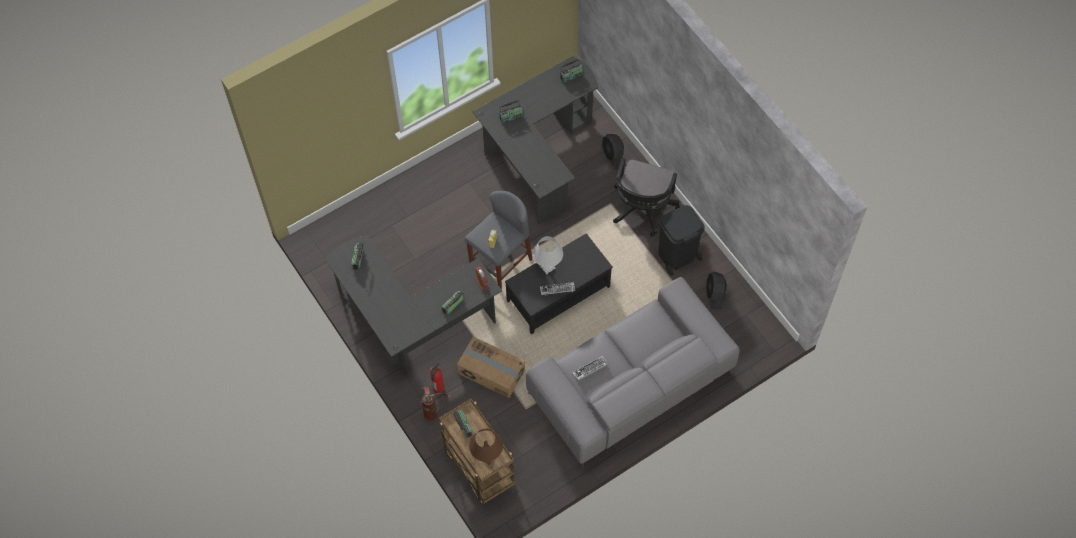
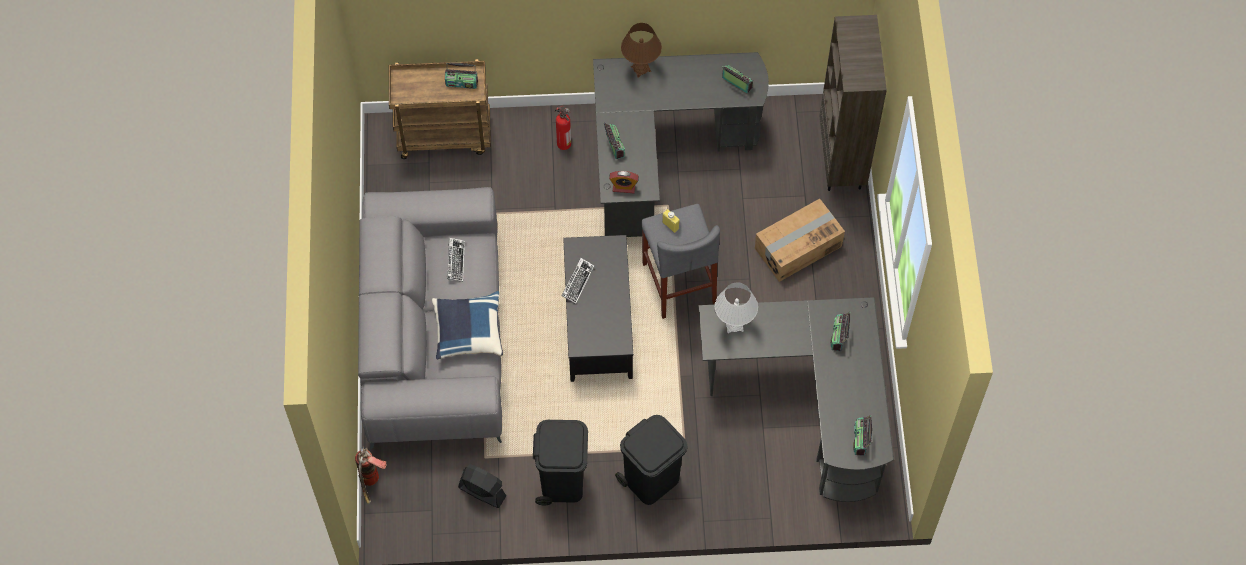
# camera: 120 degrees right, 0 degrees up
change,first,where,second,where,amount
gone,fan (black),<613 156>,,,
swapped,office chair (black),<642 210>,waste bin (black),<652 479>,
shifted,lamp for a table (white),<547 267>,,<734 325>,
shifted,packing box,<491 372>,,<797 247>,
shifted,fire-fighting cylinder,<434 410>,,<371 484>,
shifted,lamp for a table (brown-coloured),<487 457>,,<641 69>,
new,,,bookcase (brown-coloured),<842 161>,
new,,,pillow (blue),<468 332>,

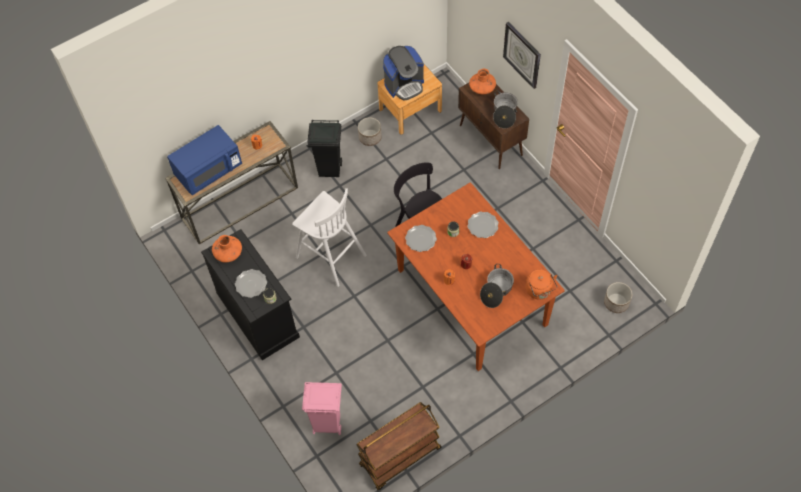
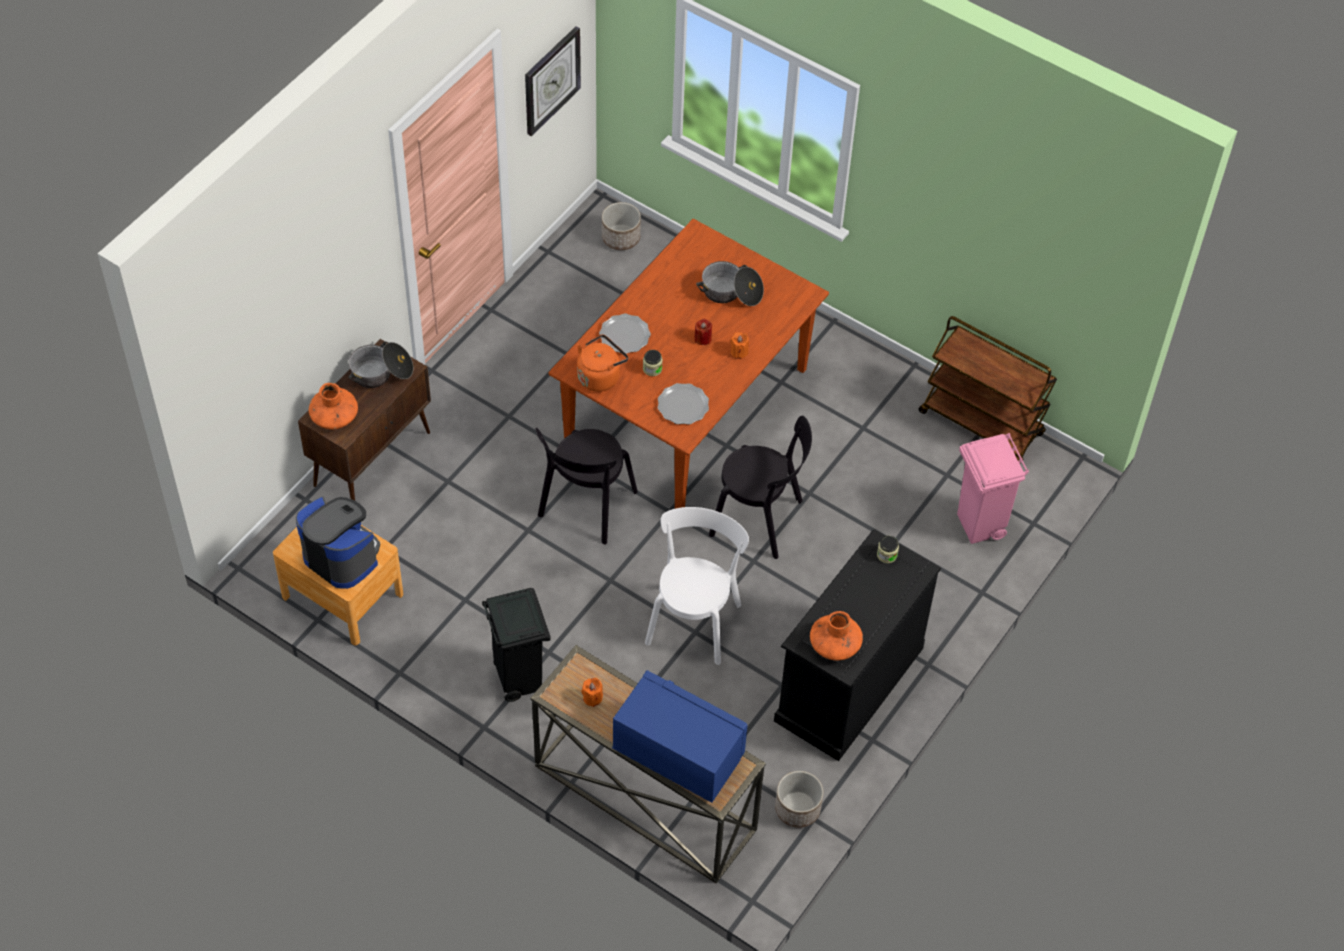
# camera: 115 degrees left, 5 degrees down
change,first,where,second,where,amount
shifted,clock on the wall,<522 55>,,<551 80>,
shifted,flower pot,<370 138>,,<798 808>,
swapped,stool seat (white),<329 256>,upright chair (white),<694 619>,
gone,flat dish,<251 284>,,,
shifted,kettle (orange),<539 291>,,<600 376>,
new,,,upright chair (black),<760 520>,

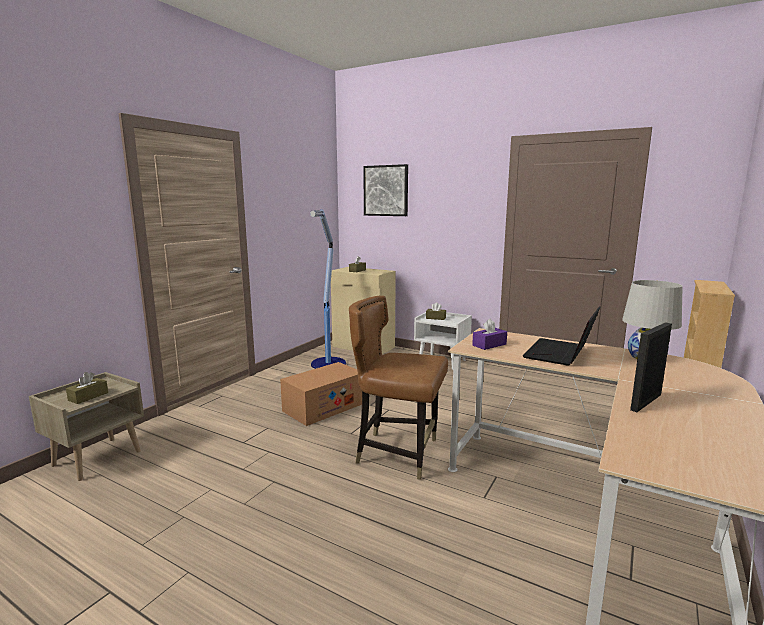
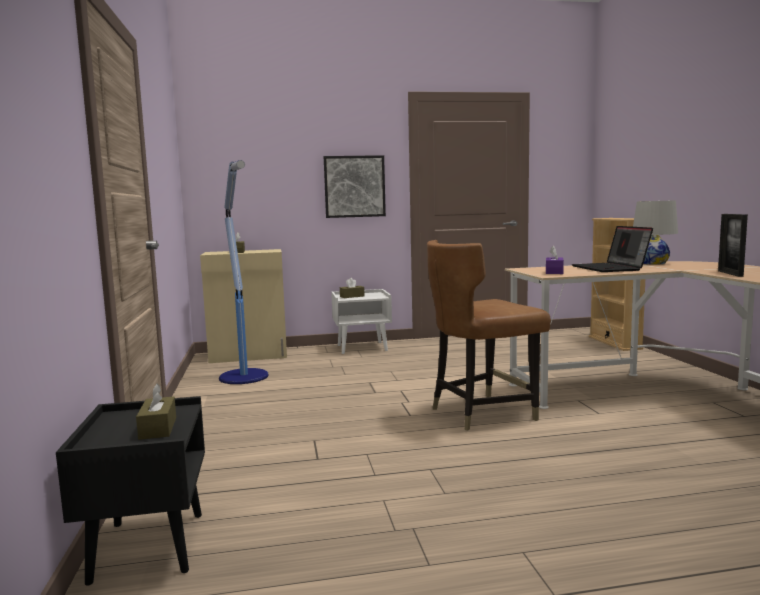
# camera: 40 degrees left, 5 degrees down
change,first,where,second,where,amount
shifted,picture,<386 190>,,<354 186>,
gone,packing box,<324 407>,,,
repainted,bedside table (sand-coloured),<97 458>,bedside table (black),<147 546>,

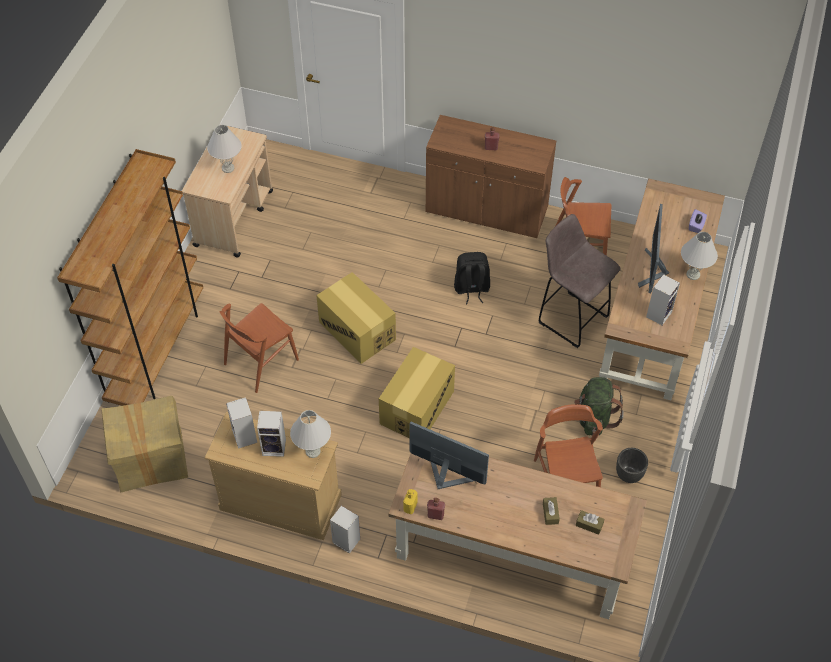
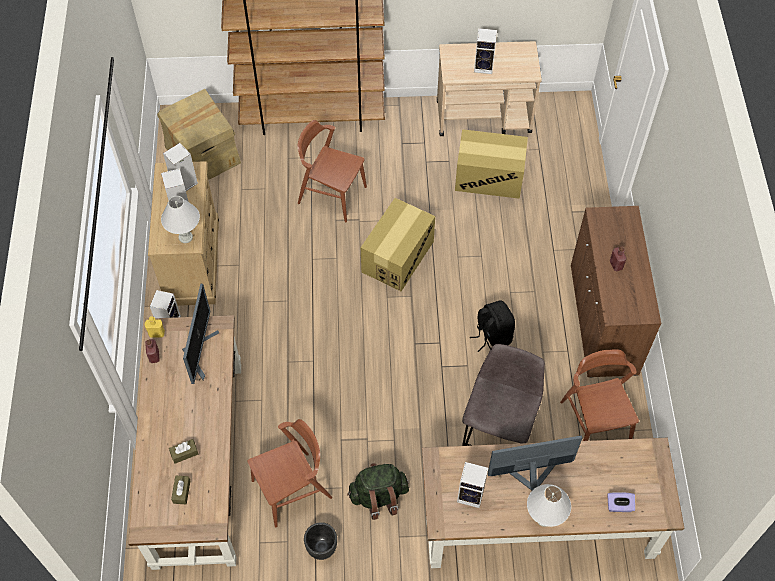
# camera: 70 degrees right, 5 degrees up
change,first,where,second,where,amount
swapped,lamp for a table (white),<228 168>,loudspeaker,<484 66>,
shifted,packing box,<417 408>,,<489 177>,

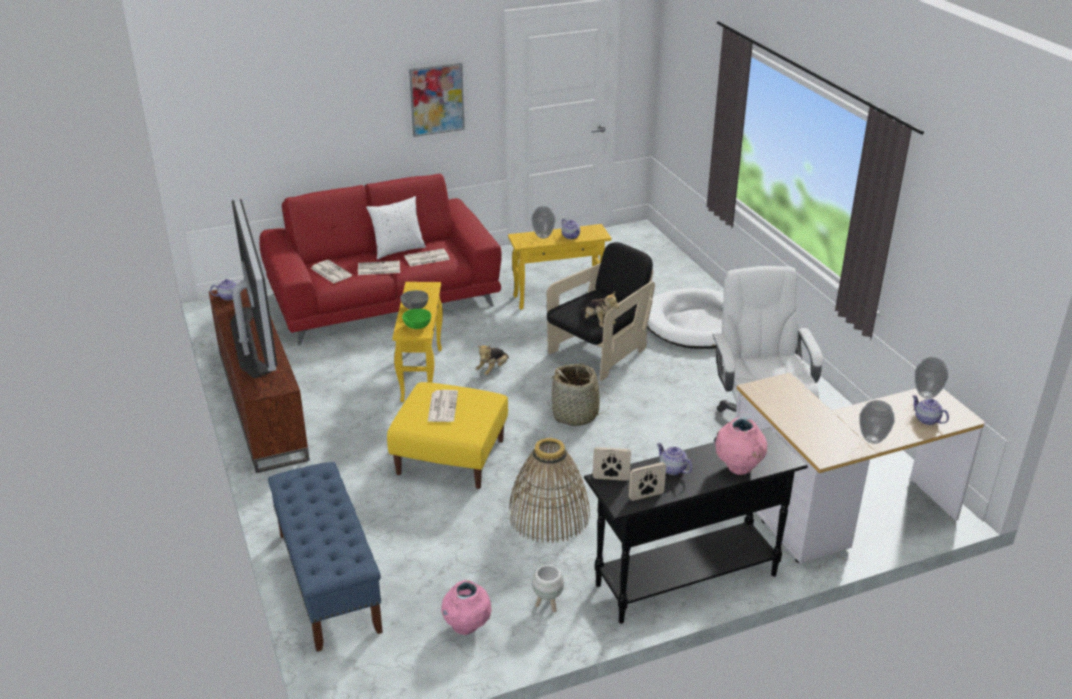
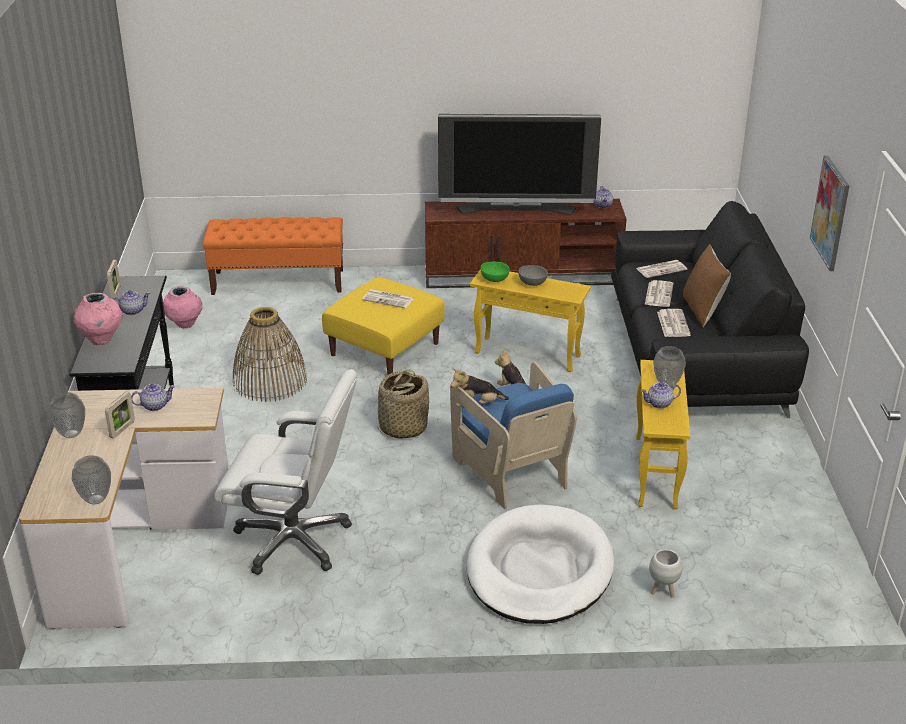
# camera: 110 degrees right, 0 degrees up
change,first,where,second,where,amount
repainted,sofa (red),<384 298>,sofa (black),<696 354>,
repainted,pillow (white),<398 250>,pillow (brown-coloured),<702 311>,
repainted,easy chair (black),<599 353>,easy chair (blue),<511 471>,
shifted,tea pot,<926 419>,,<155 405>,
shifted,picture frame,<611 478>,,<122 429>,
repainted,indoor bench (blue),<328 581>,indoor bench (orange),<278 282>,
shifted,flower pot (white),<548 605>,,<663 591>,

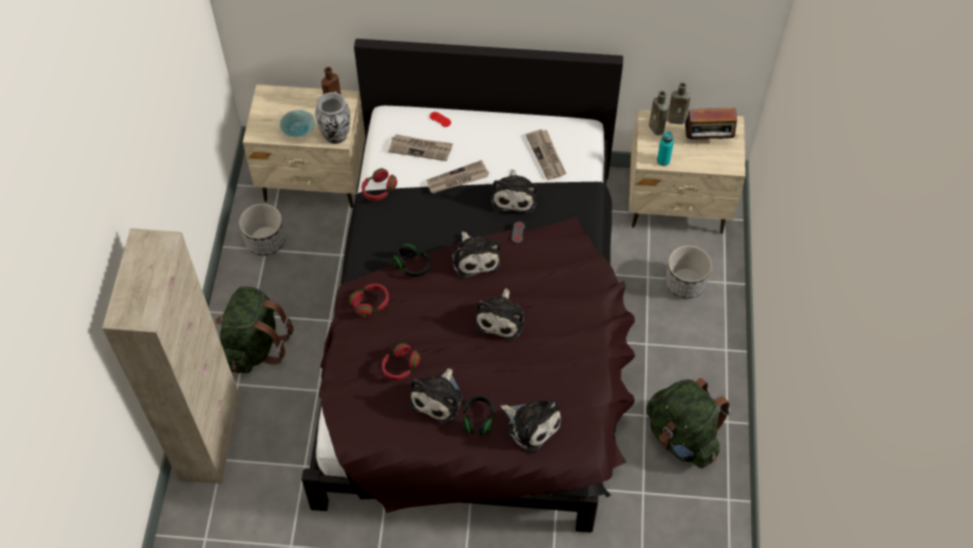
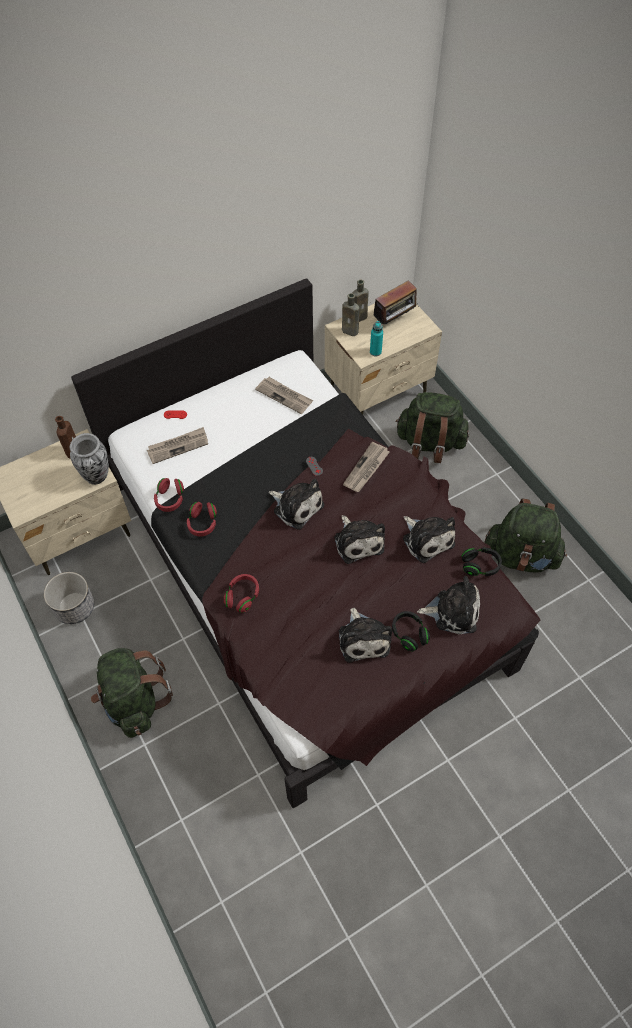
# camera: 35 degrees left, 0 degrees up
change,first,where,second,where,amount
gone,bowl (turquoise),<298 129>,,,
shifted,daily paper,<457 179>,,<366 469>,
shifted,plush toy,<514 196>,,<427 539>,
gone,cupboard (sand-coloured),<210 438>,,,
shifted,headset (black),<412 266>,,<480 566>,
swapped,flower pot,<685 283>,backpack (green),<429 443>,
shifted,headset (red),<400 366>,,<202 523>,

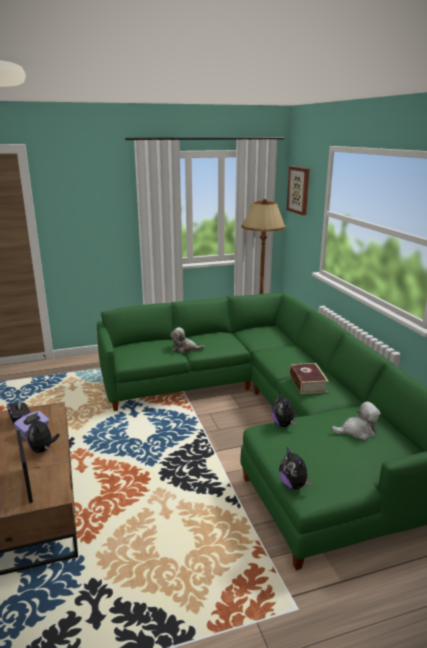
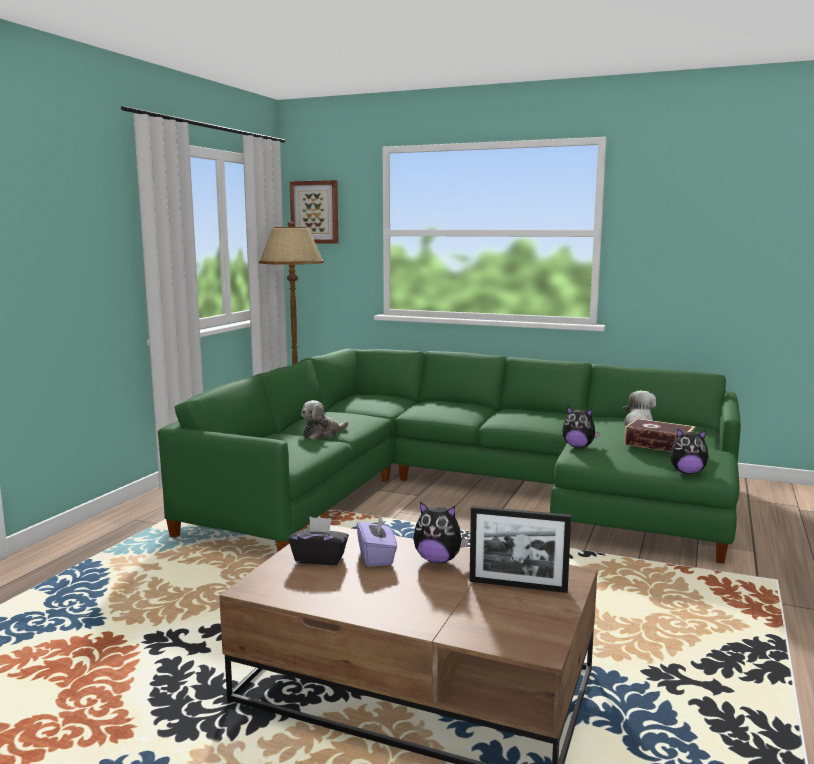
# camera: 50 degrees left, 10 degrees down
change,first,where,second,where,amount
shifted,bound book,<308 383>,,<658 444>,

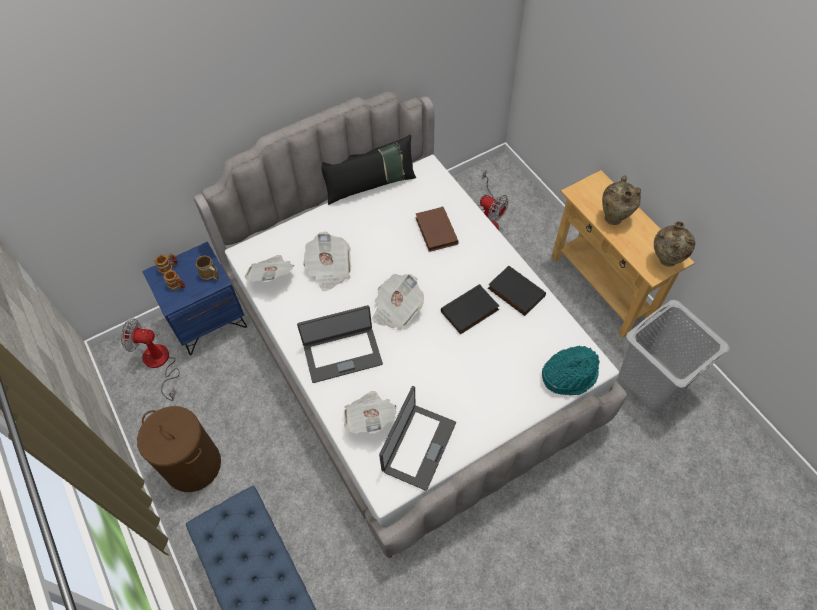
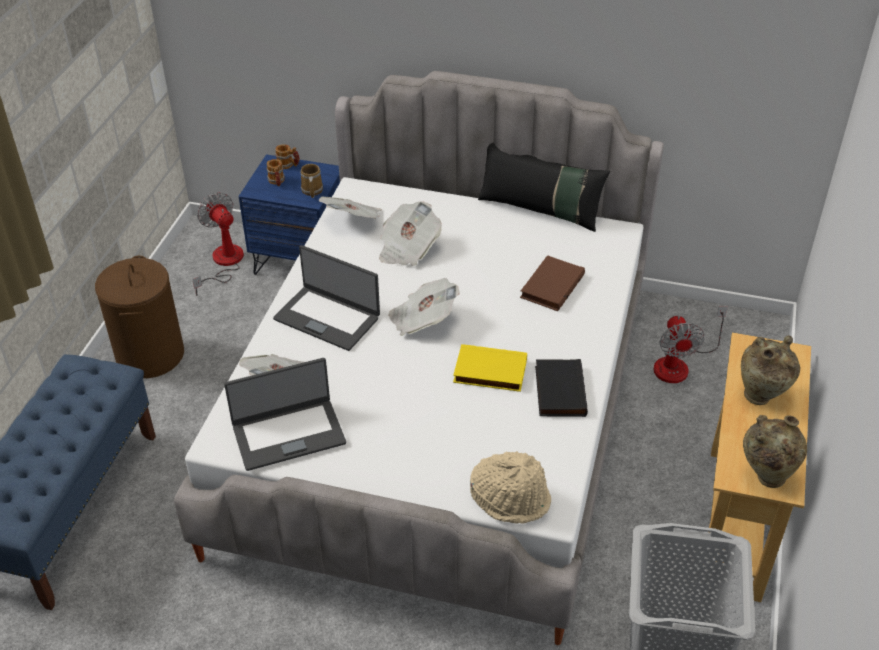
# camera: 45 degrees right, 15 degrees down
change,first,where,second,where,amount
repainted,bound book (black),<470 312>,bound book (yellow),<489 372>,
repainted,hat (turquoise),<568 375>,hat (sand-coloured),<511 497>,

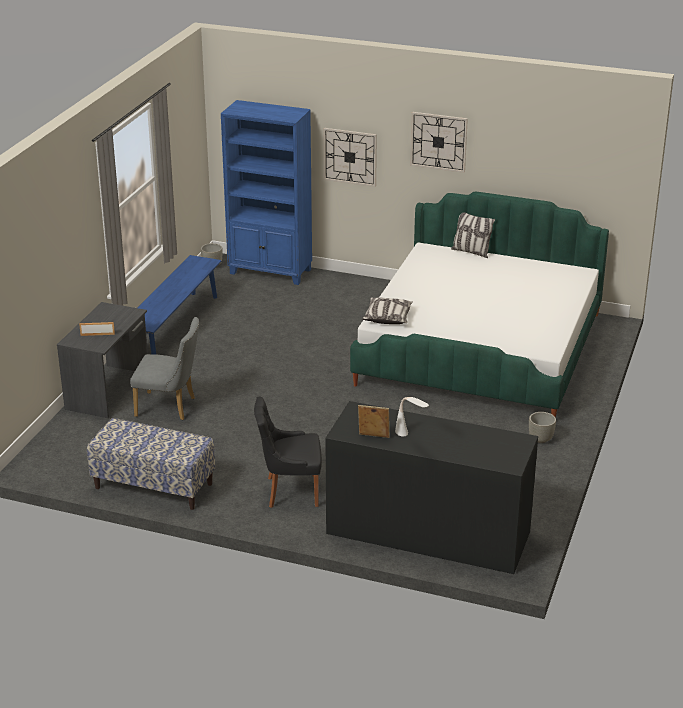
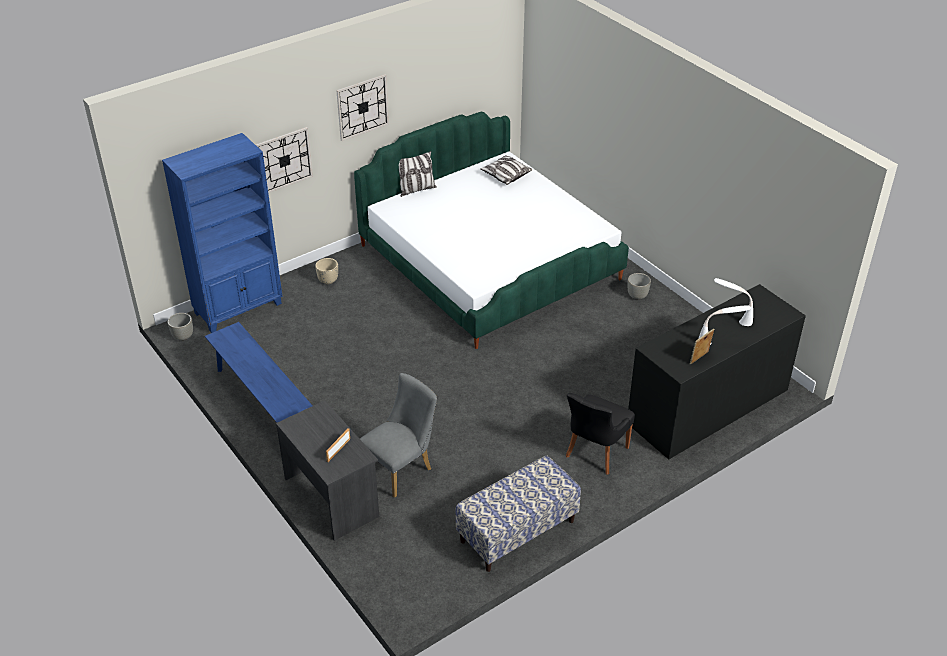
# camera: 55 degrees left, 10 degrees up
change,first,where,second,where,amount
shifted,pillow,<387 317>,,<506 175>,
new,,,flower pot (sand-coloured),<328 281>,
new,,,lamp for a table (white),<730 320>,

